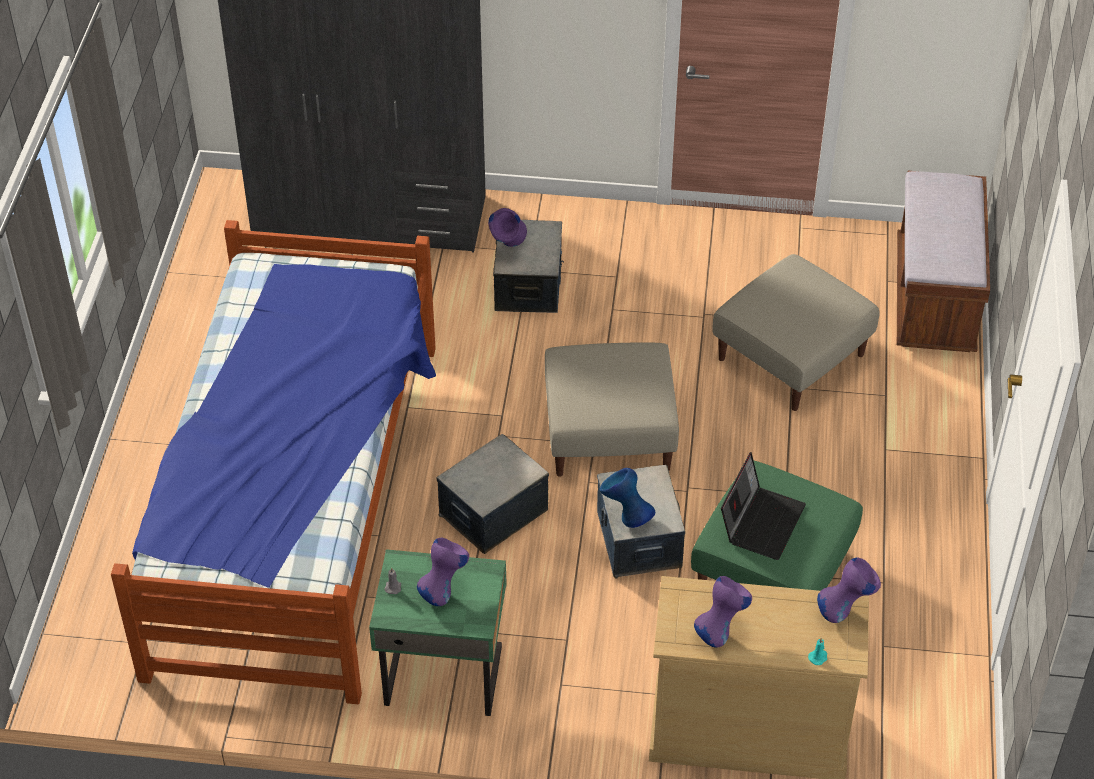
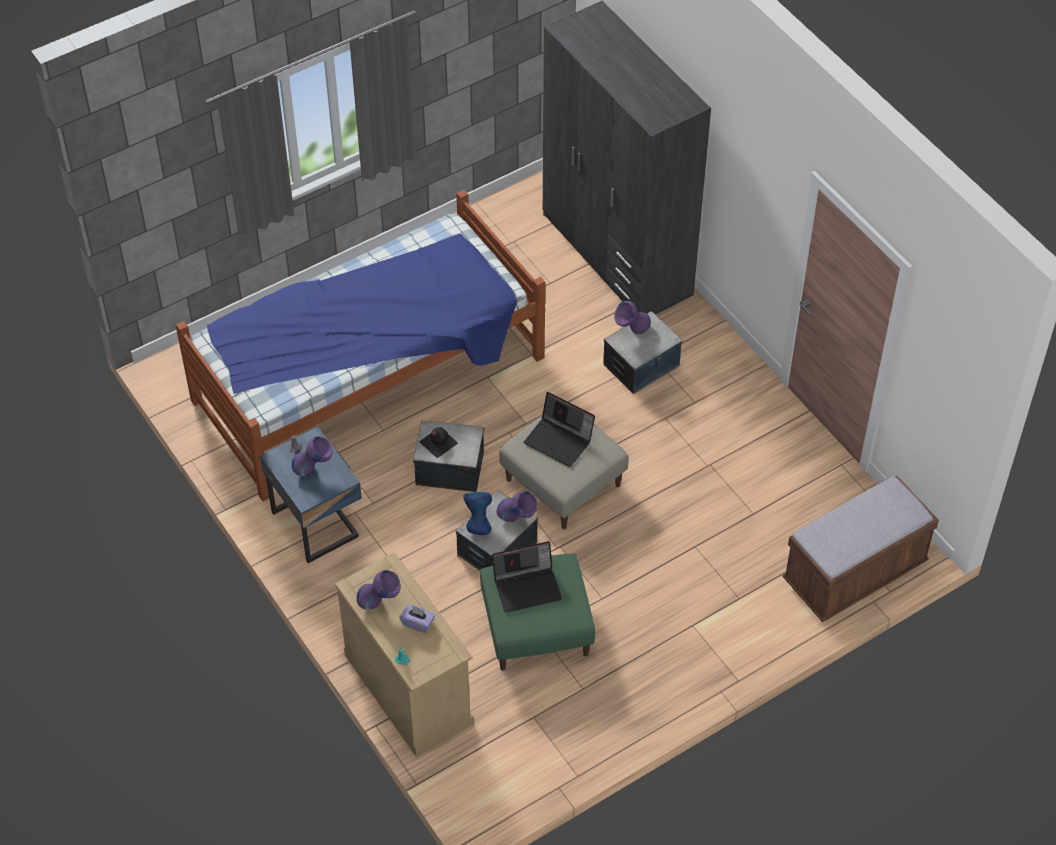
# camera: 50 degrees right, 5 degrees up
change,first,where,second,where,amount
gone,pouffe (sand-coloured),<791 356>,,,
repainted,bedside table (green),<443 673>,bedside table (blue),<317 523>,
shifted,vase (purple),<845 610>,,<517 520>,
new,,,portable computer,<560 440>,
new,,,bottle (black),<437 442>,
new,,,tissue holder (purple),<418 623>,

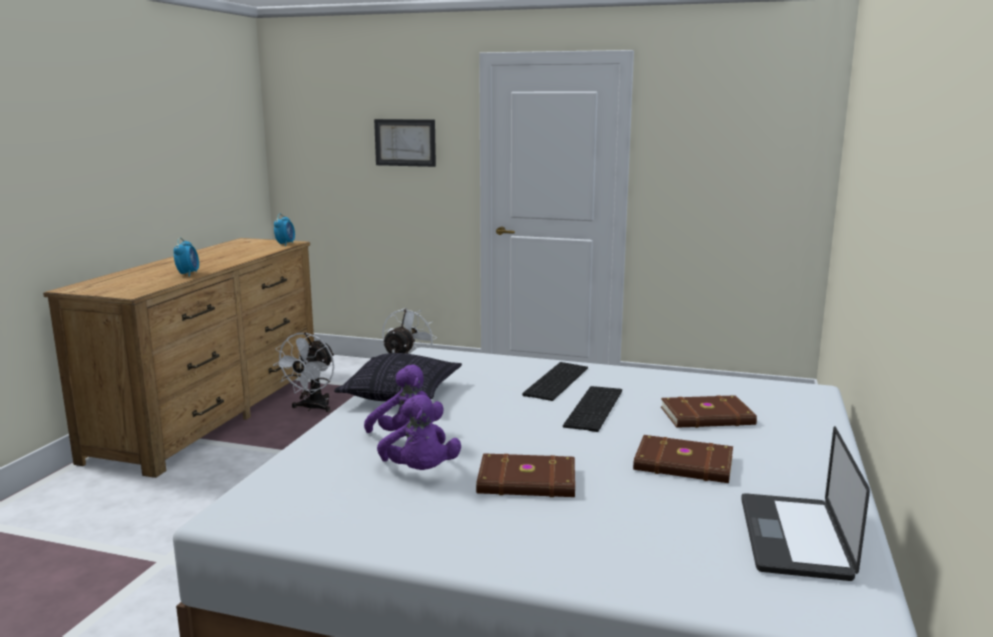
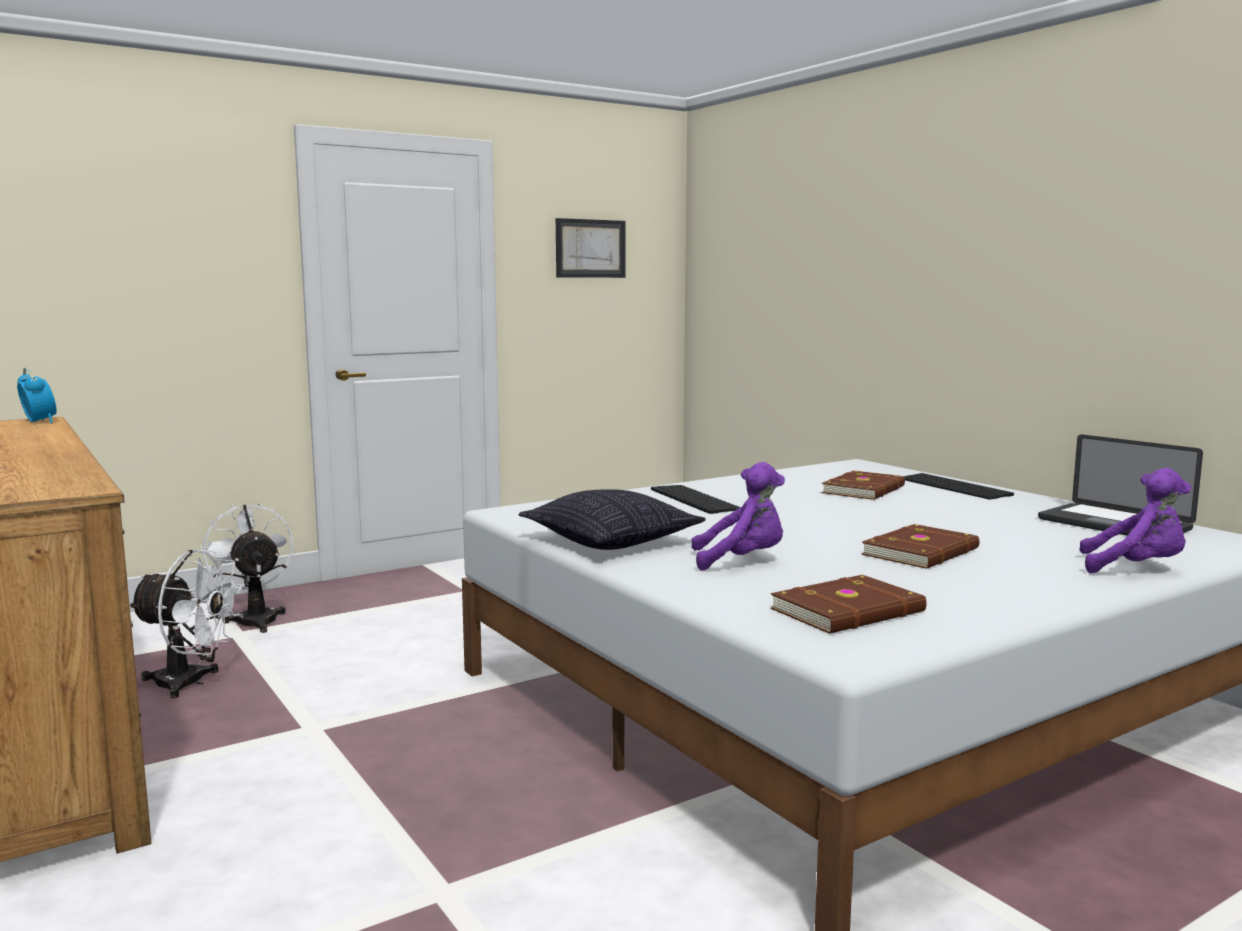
# camera: 50 degrees left, 5 degrees down
change,first,where,second,where,amount
shifted,picture,<405 142>,,<590 248>,
gone,table clock,<188 274>,,,
rotated,fan (white),<312 408>,,<190 683>,45 degrees counterclockwise
shifted,PC keyboard,<596 409>,,<956 487>,
shifted,plush toy (purple),<420 472>,,<1135 568>,
shifted,bound book (brown-coloured),<684 465>,,<850 611>,

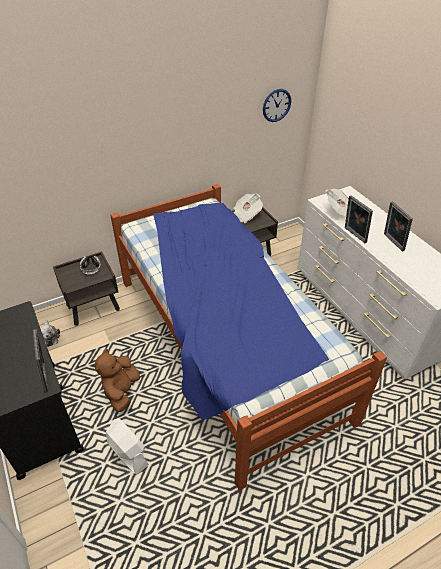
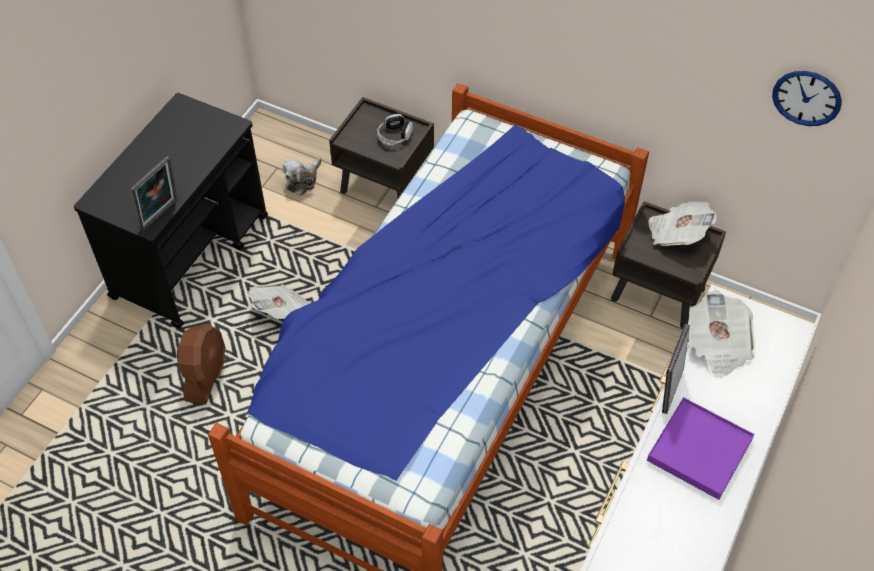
# camera: 55 degrees right, 10 degrees up
change,first,where,second,where,amount
swapped,picture frame,<392 242>,serving tray (purple),<699 450>,
swapped,plush toy (brown-coloured),<121 391>,daily paper,<282 310>,
repainted,fan (white),<127 453>,fan (brown-coloured),<206 374>,

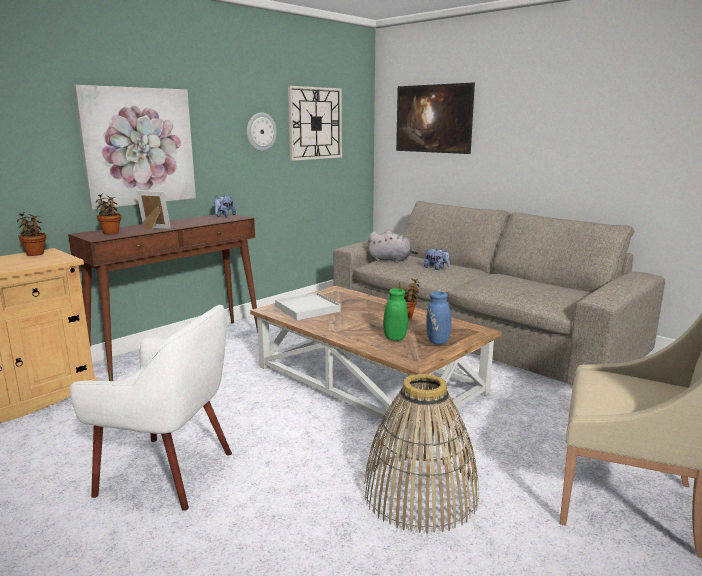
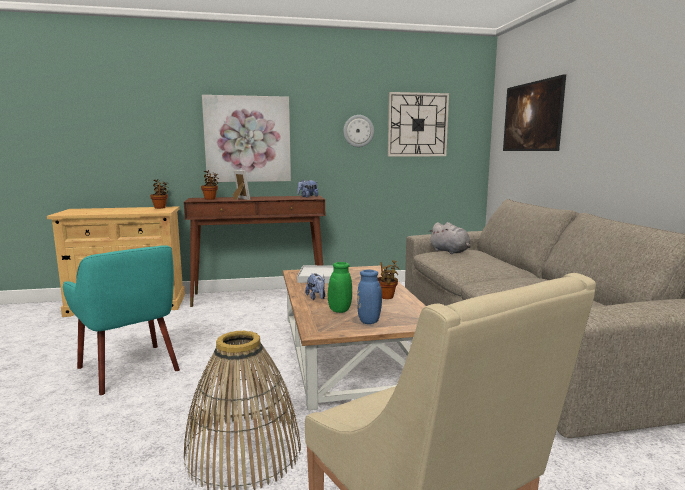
# camera: 35 degrees right, 5 degrees down
change,first,where,second,where,amount
shifted,plush toy,<436 268>,,<316 298>,
repainted,easy chair (white),<168 472>,easy chair (turquoise),<130 369>,

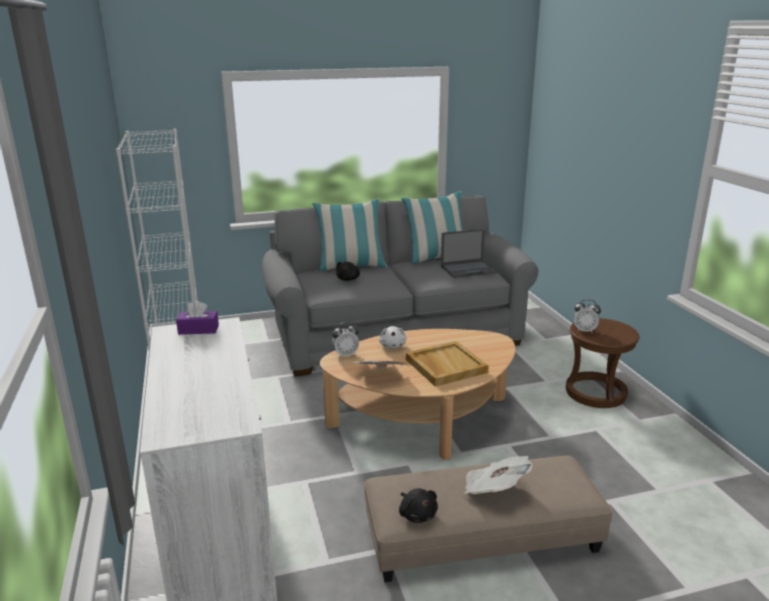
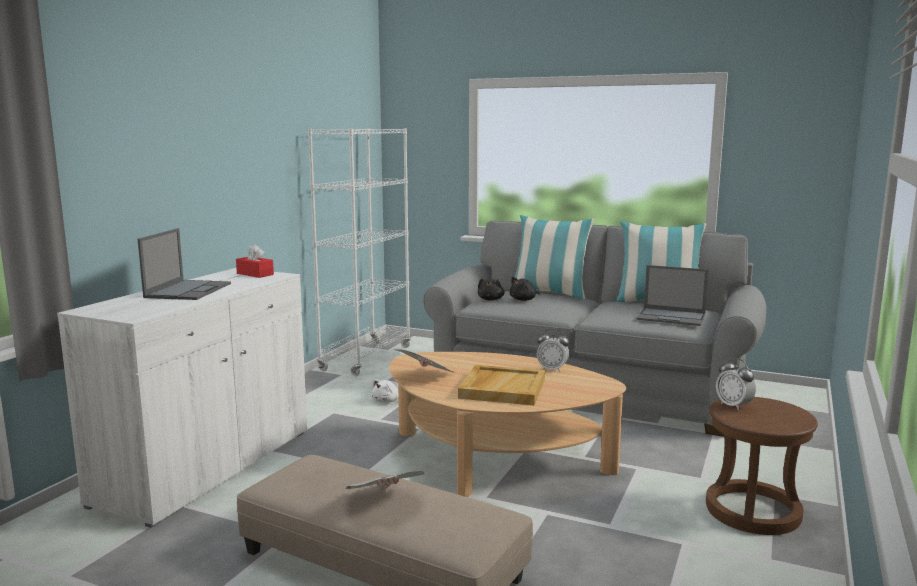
# camera: 40 degrees right, 10 degrees down
change,first,where,second,where,amount
repainted,tissue holder (purple),<198 329>,tissue holder (red),<255 274>,
shifted,table clock,<345 355>,,<552 369>,
shifted,plush toy (white),<392 346>,,<387 401>,
shifted,plush toy (black),<417 514>,,<491 299>,
new,,,portable computer,<188 290>,

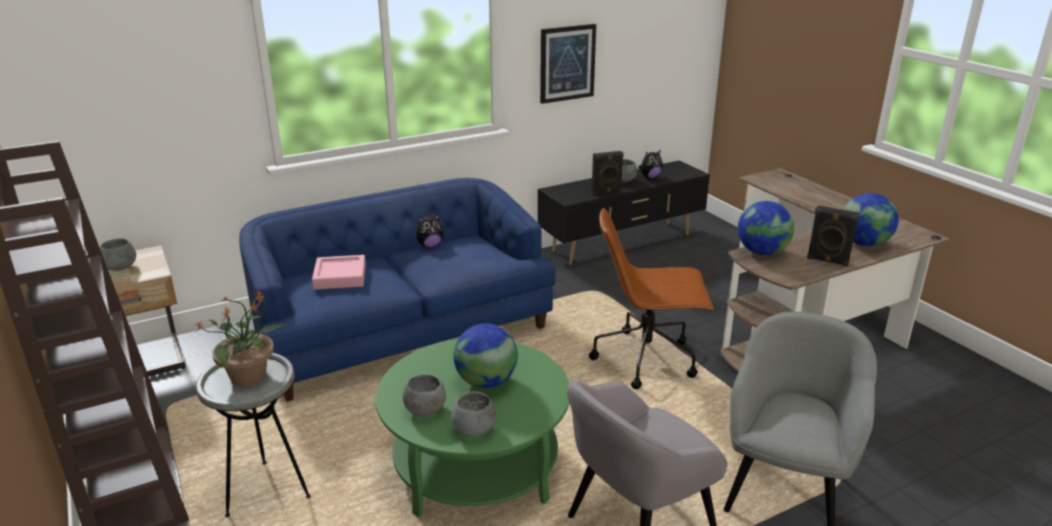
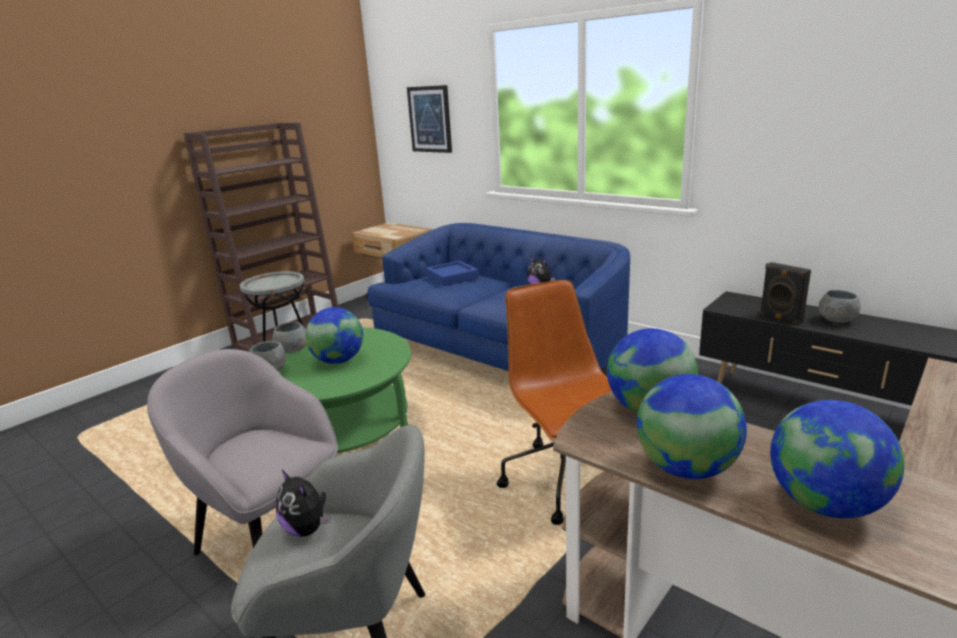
# camera: 70 degrees right, 5 degrees down
change,first,where,second,where,amount
shifted,picture,<567 63>,,<430 119>,
shifted,plush toy,<650 177>,,<307 529>,
swapped,loudspeaker (black),<827 261>,desk globe,<686 469>,
gone,bowl (grey),<120 267>,,,
repainted,serving tray (pink),<340 277>,serving tray (blue),<452 277>,
gone,houseplant,<249 375>,,,

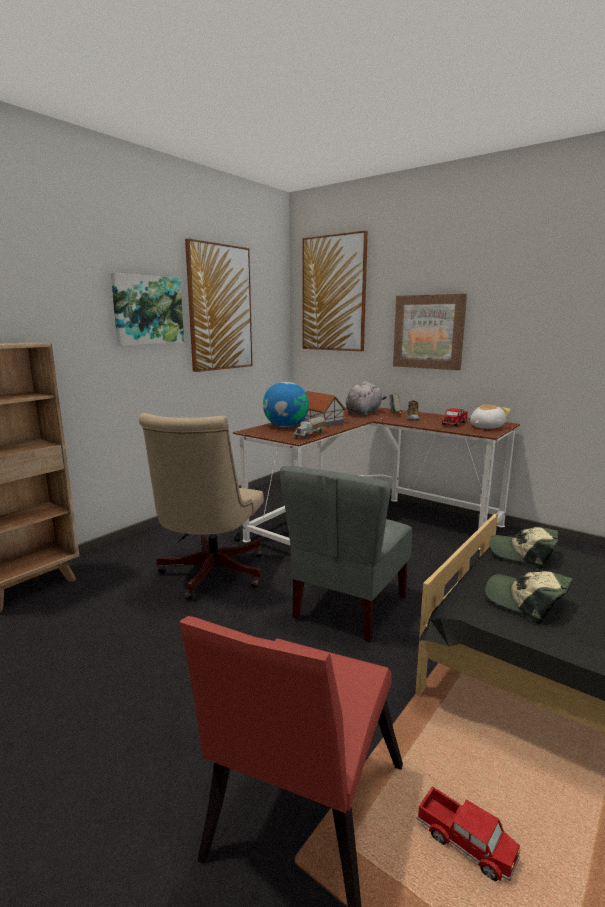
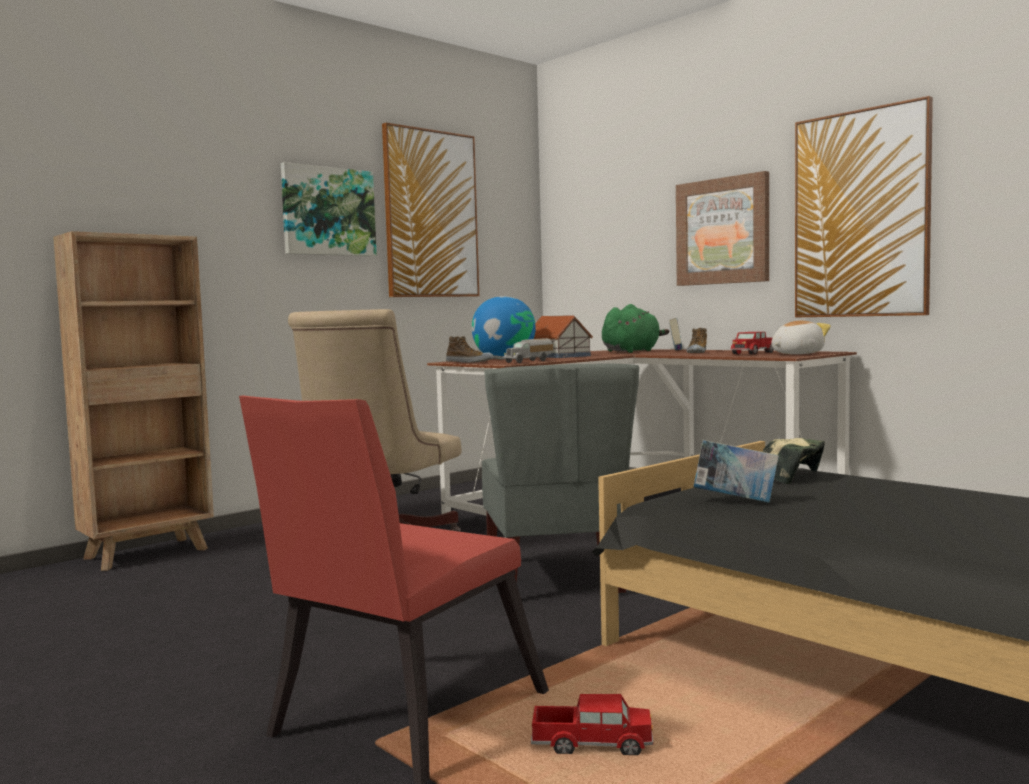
# camera: 10 degrees right, 10 degrees down
change,first,where,second,where,amount
shifted,picture,<334 294>,,<861 214>,
repainted,plush toy (grey),<364 412>,plush toy (green),<632 351>,
rotated,upright chair (grey),<348 607>,,<556 578>,45 degrees counterclockwise
swapped,peaked cap,<526 601>,bound book,<735 501>,
rotated,model truck,<465 842>,,<592 744>,45 degrees counterclockwise
new,,,shoe,<469 362>,

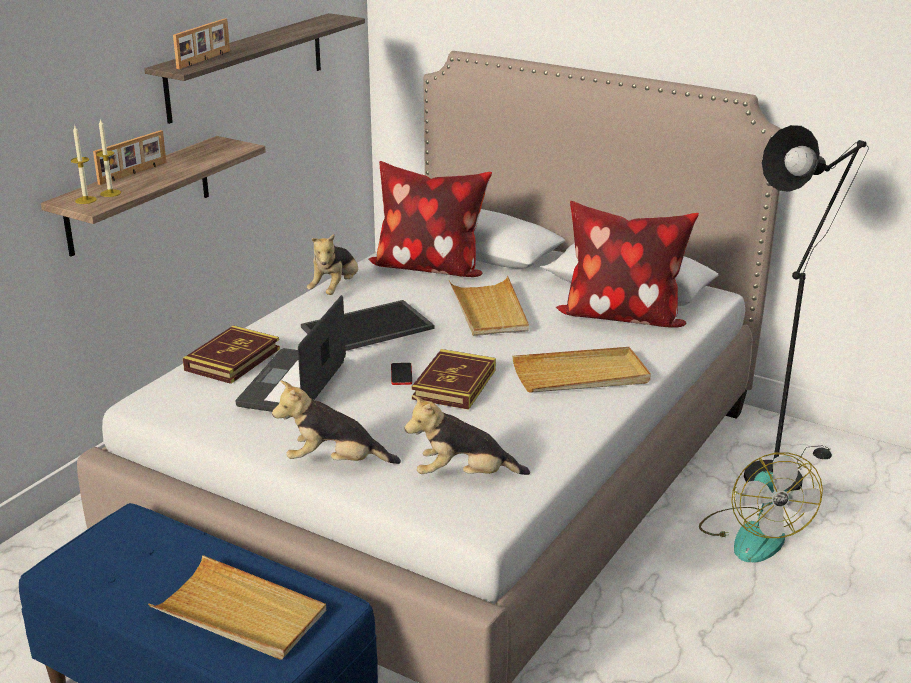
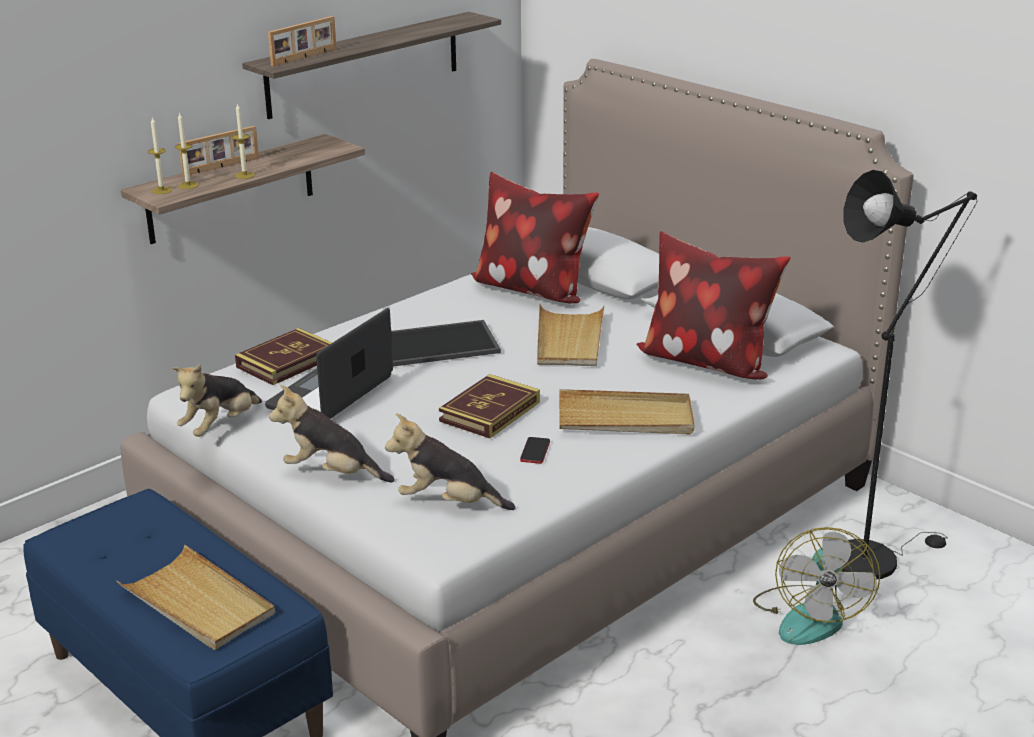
# camera: 15 degrees right, 0 degrees up
change,first,where,second,where,amount
shifted,plush toy,<335 289>,,<220 426>,
shifted,handset,<401 375>,,<535 451>,
new,,,wax light,<244 175>,

